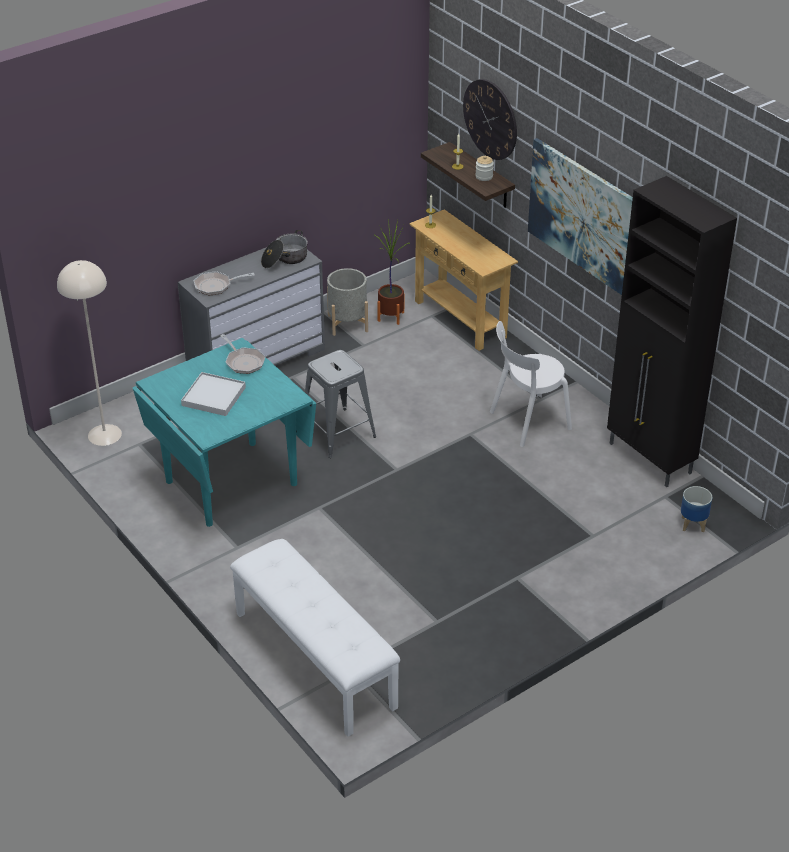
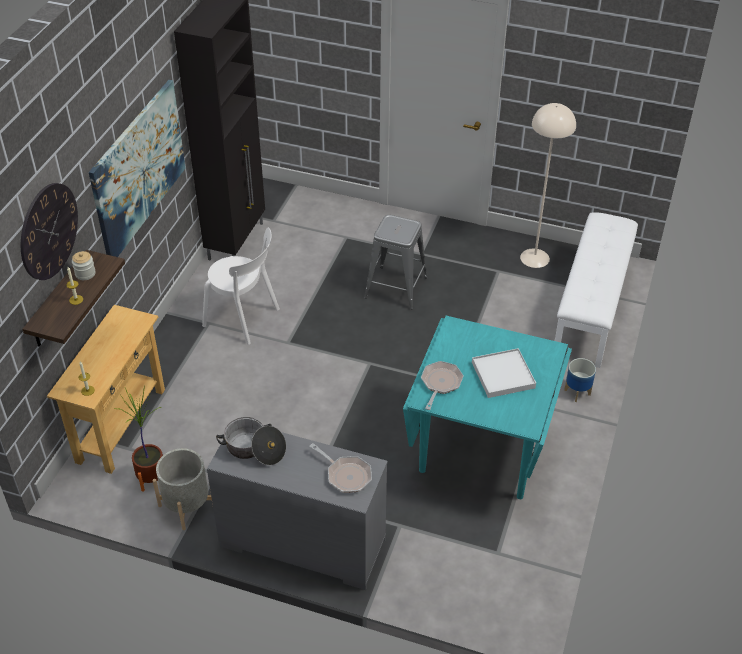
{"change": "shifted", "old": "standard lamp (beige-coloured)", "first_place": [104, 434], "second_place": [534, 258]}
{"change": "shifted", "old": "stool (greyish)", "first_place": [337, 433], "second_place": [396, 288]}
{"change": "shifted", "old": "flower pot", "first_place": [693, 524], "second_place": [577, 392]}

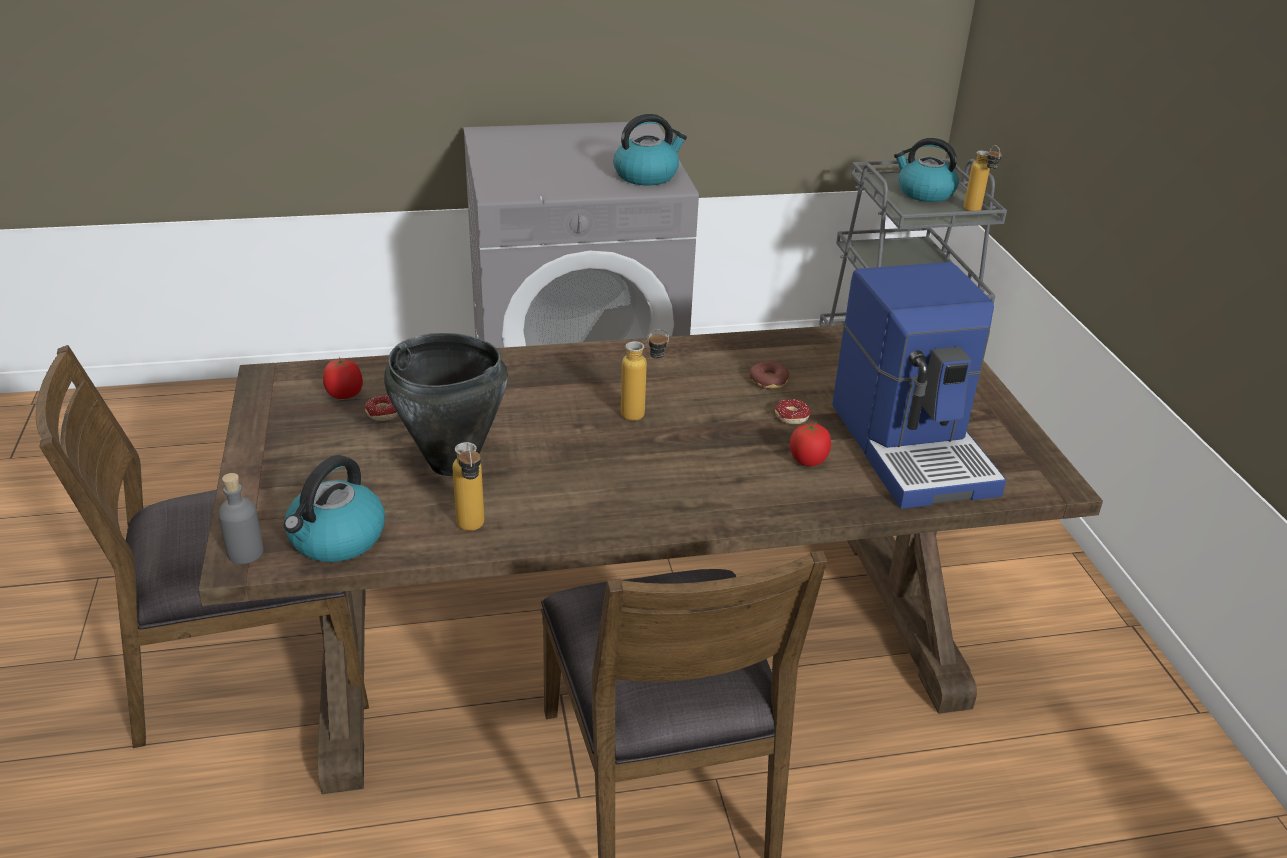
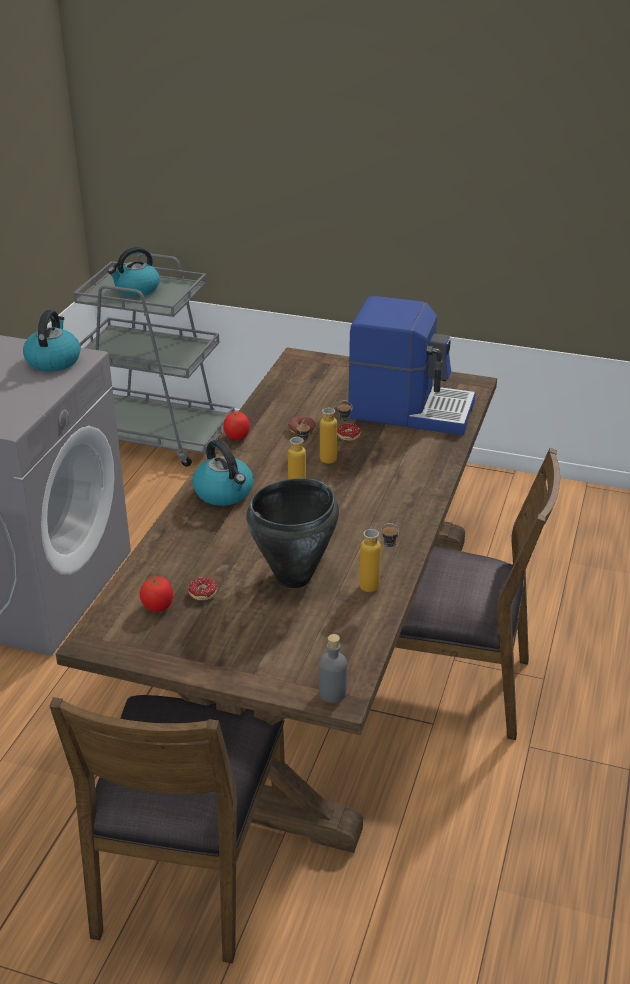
{"change": "shifted", "old": "water kettle", "first_place": [336, 539], "second_place": [224, 493]}
{"change": "shifted", "old": "whole tomato", "first_place": [808, 461], "second_place": [237, 436]}
{"change": "shifted", "old": "beverage bottle", "first_place": [976, 212], "second_place": [335, 460]}

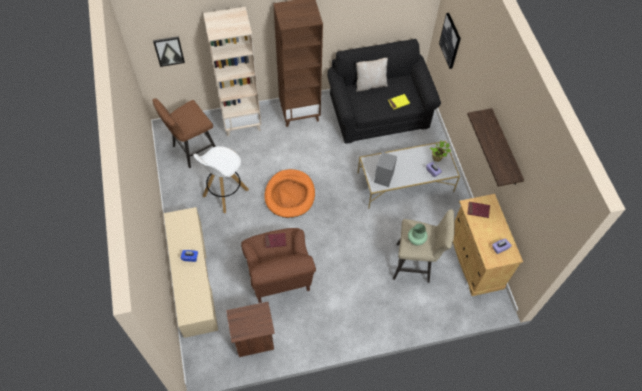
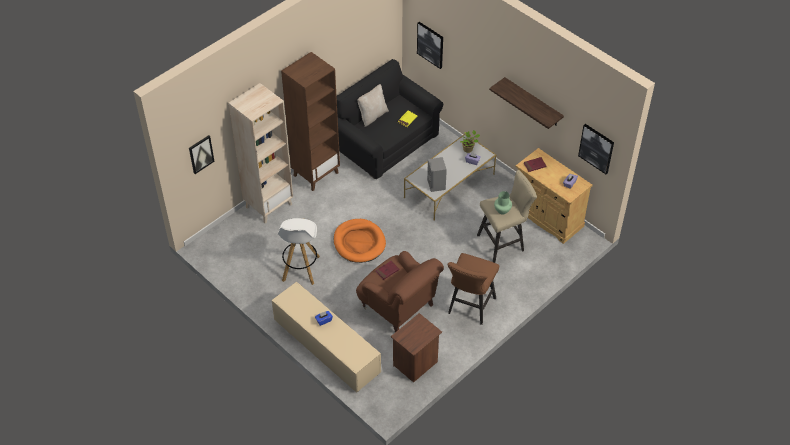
{"change": "new", "new": "picture", "second_place": [596, 148]}
{"change": "shifted", "old": "stool (brown)", "first_place": [192, 151], "second_place": [469, 308]}

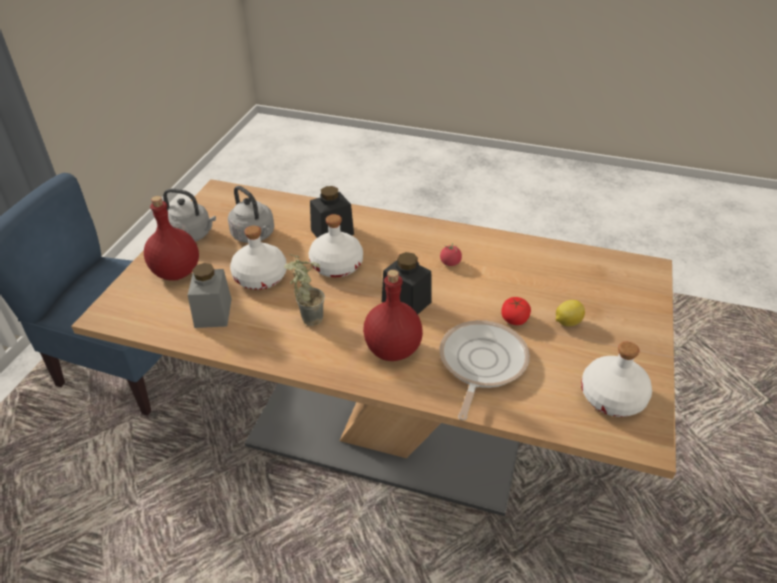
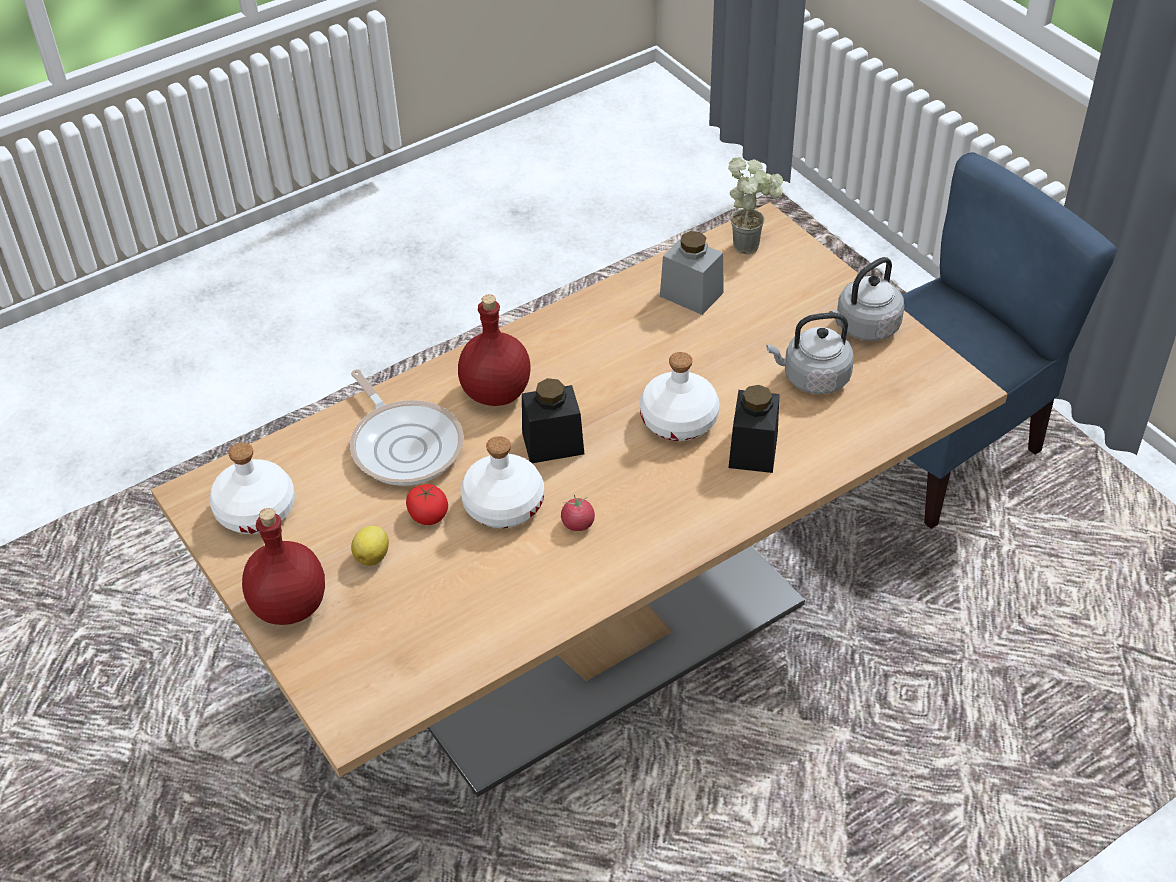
{"change": "shifted", "old": "beverage bottle (red)", "first_place": [176, 272], "second_place": [291, 606]}
{"change": "shifted", "old": "beverage bottle (whitish)", "first_place": [260, 277], "second_place": [502, 505]}
{"change": "shifted", "old": "potted plant", "first_place": [306, 318], "second_place": [752, 244]}

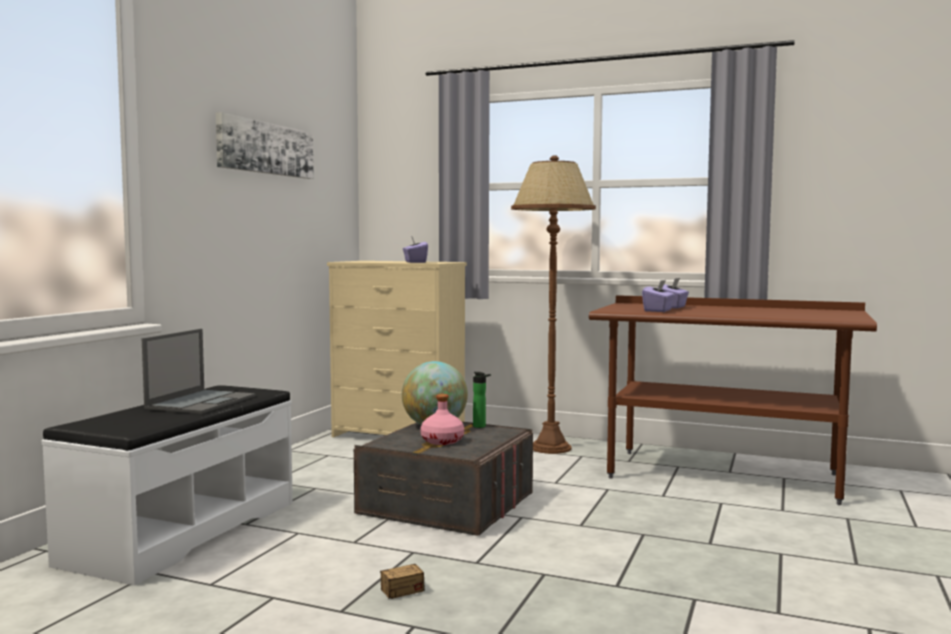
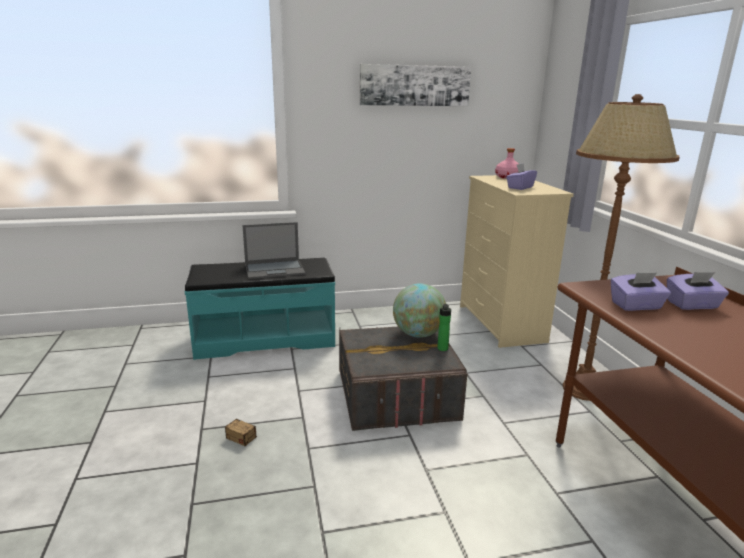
{"change": "shifted", "old": "beverage bottle (pink)", "first_place": [442, 441], "second_place": [507, 177]}
{"change": "repainted", "old": "long seat (whitish)", "new": "long seat (turquoise)", "first_place": [182, 531], "second_place": [265, 338]}

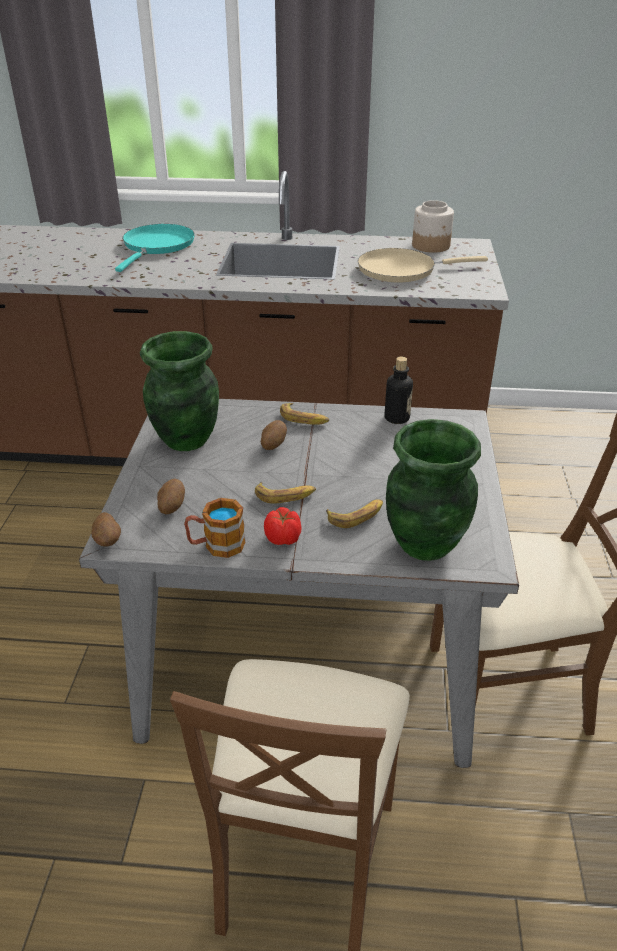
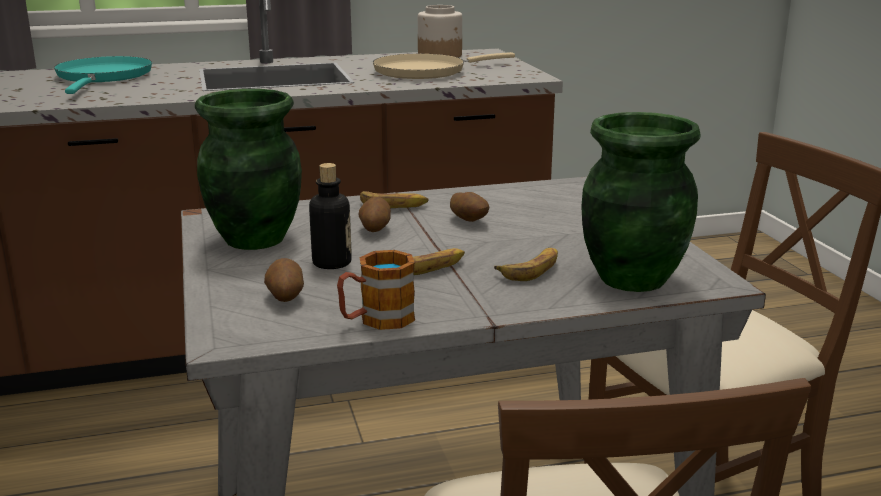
{"change": "gone", "old": "whole tomato", "first_place": [283, 539]}
{"change": "shifted", "old": "potato", "first_place": [108, 541], "second_place": [469, 221]}
{"change": "shifted", "old": "beverage bottle", "first_place": [397, 418], "second_place": [332, 263]}

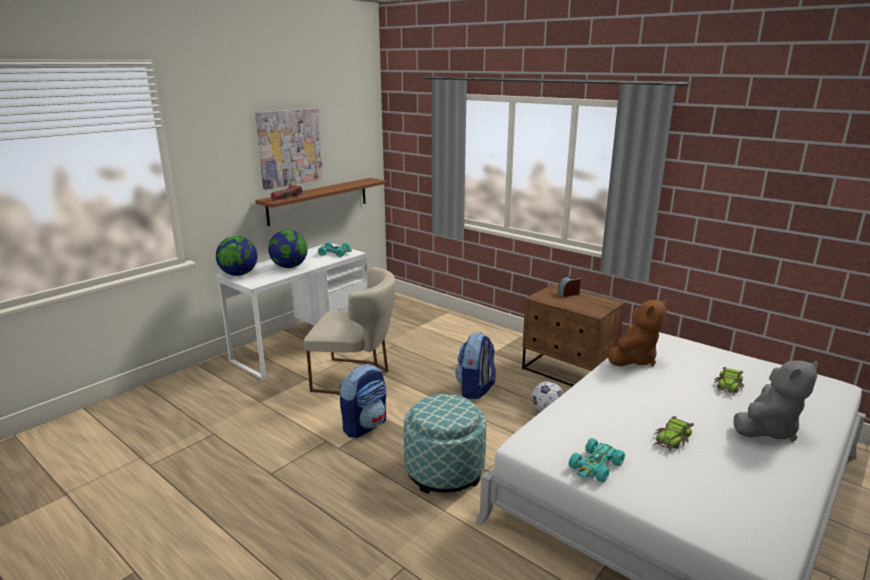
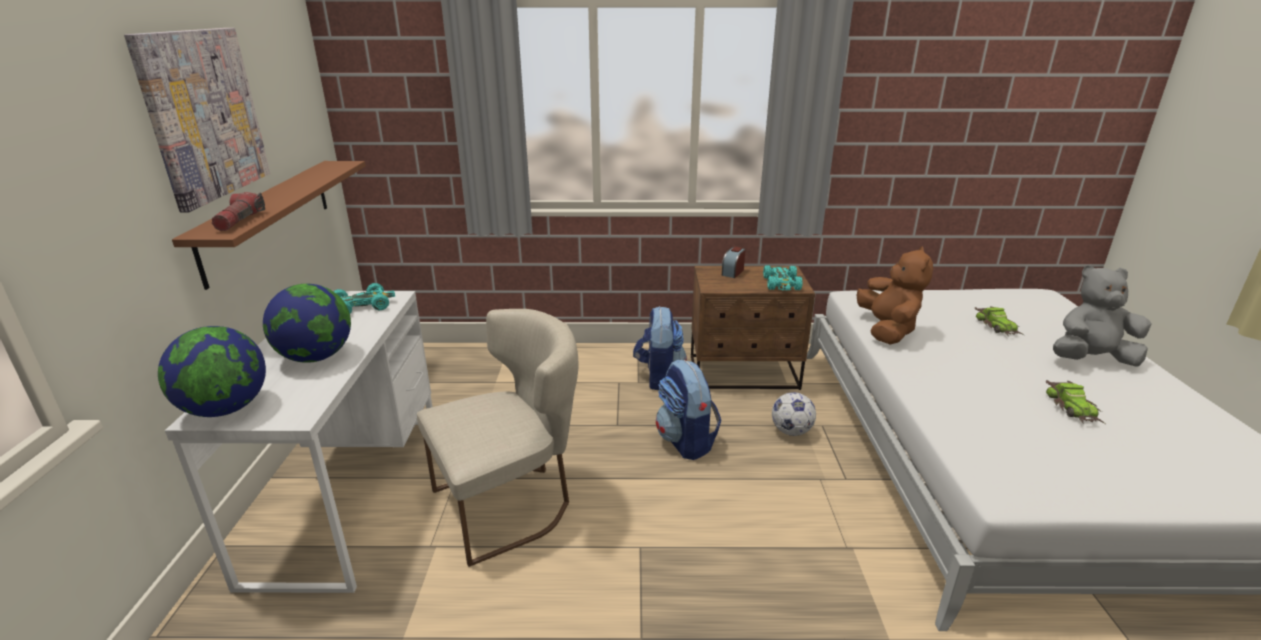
{"change": "gone", "old": "ottoman", "first_place": [444, 471]}
{"change": "shifted", "old": "backpack", "first_place": [365, 425], "second_place": [659, 377]}
{"change": "shifted", "old": "toy car (turquoise)", "first_place": [596, 466], "second_place": [782, 284]}
{"change": "rotated", "old": "soft toy (greyish)", "first_place": [767, 429], "second_place": [1090, 359], "degrees": -105}

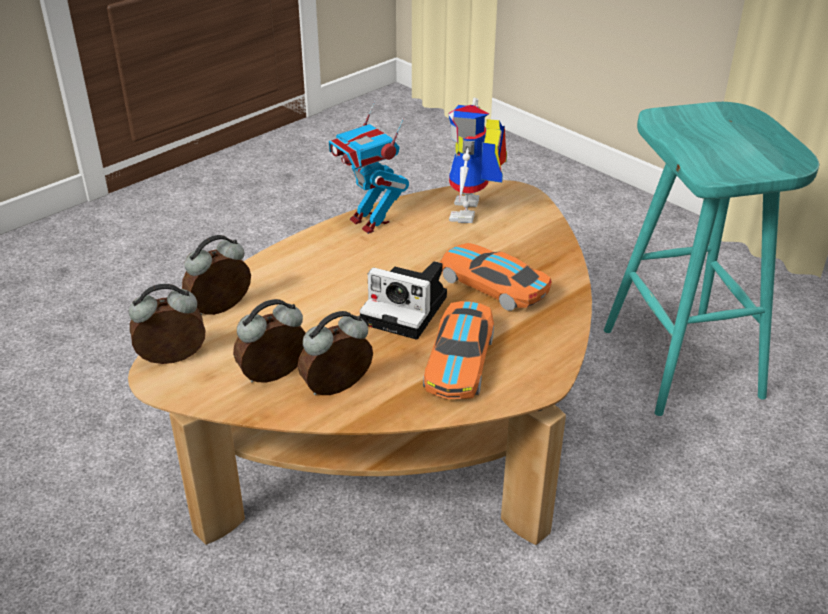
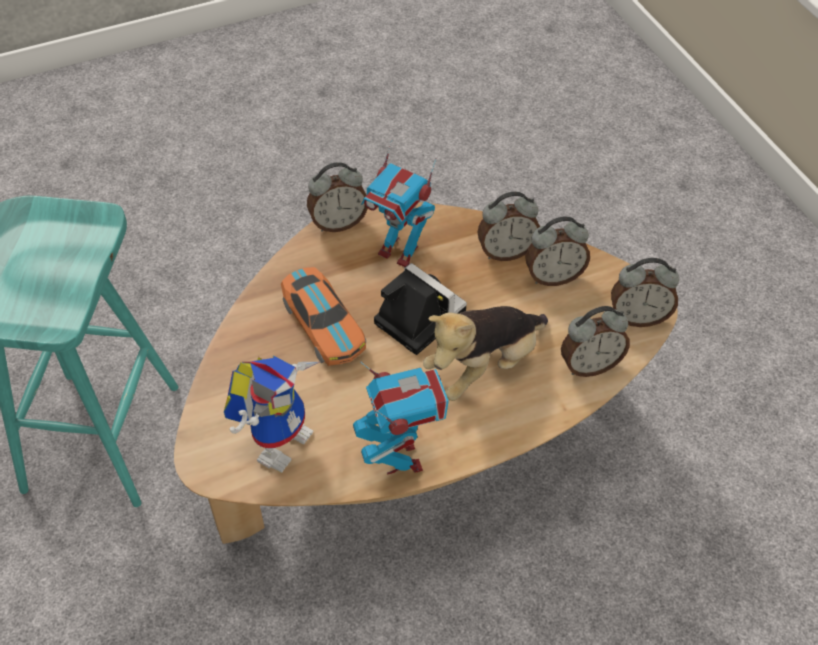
{"change": "new", "new": "bedside clock", "second_place": [338, 223]}
{"change": "new", "new": "soft toy", "second_place": [484, 366]}
{"change": "swapped", "old": "toy car", "new": "model robot", "first_place": [459, 361], "second_place": [399, 252]}

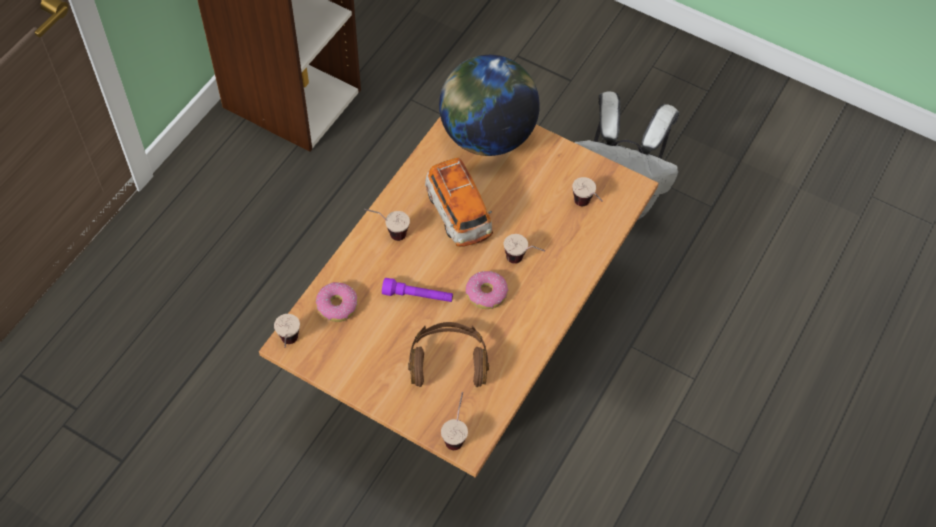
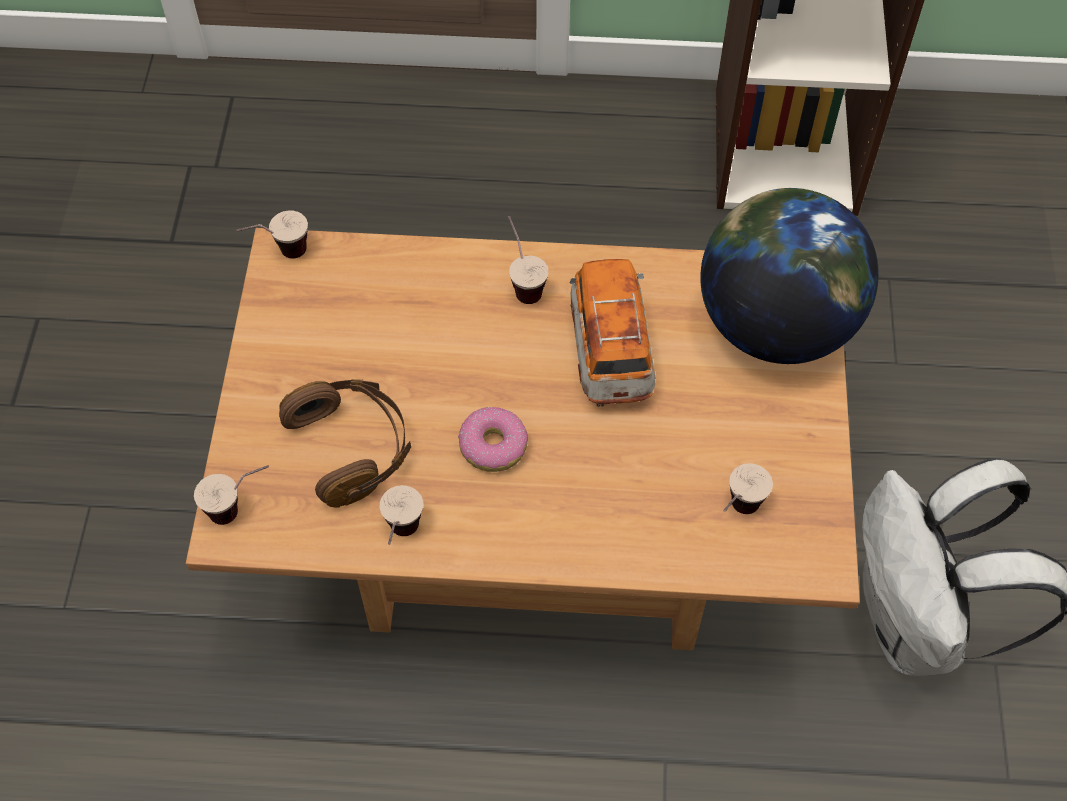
{"change": "gone", "old": "doughnut", "first_place": [337, 306]}
{"change": "gone", "old": "hand torch (purplish)", "first_place": [418, 296]}
{"change": "shifted", "old": "cup", "first_place": [523, 261], "second_place": [401, 540]}
{"change": "rotated", "old": "toy car", "first_place": [458, 214], "second_place": [610, 350], "degrees": 135}

